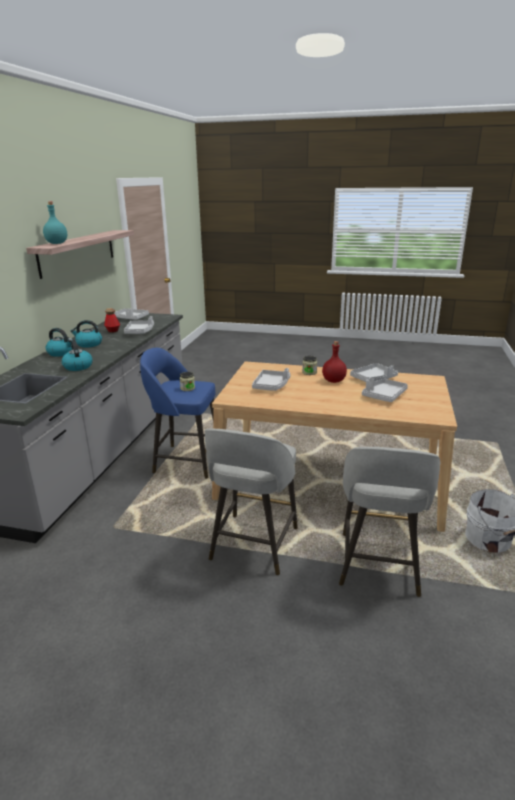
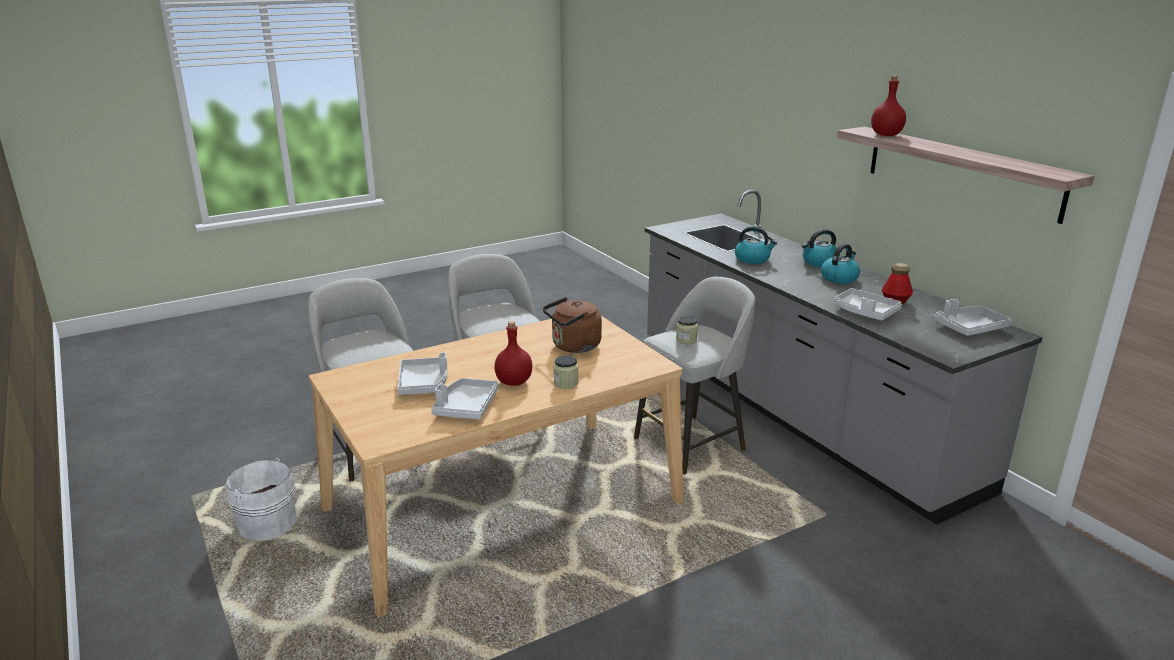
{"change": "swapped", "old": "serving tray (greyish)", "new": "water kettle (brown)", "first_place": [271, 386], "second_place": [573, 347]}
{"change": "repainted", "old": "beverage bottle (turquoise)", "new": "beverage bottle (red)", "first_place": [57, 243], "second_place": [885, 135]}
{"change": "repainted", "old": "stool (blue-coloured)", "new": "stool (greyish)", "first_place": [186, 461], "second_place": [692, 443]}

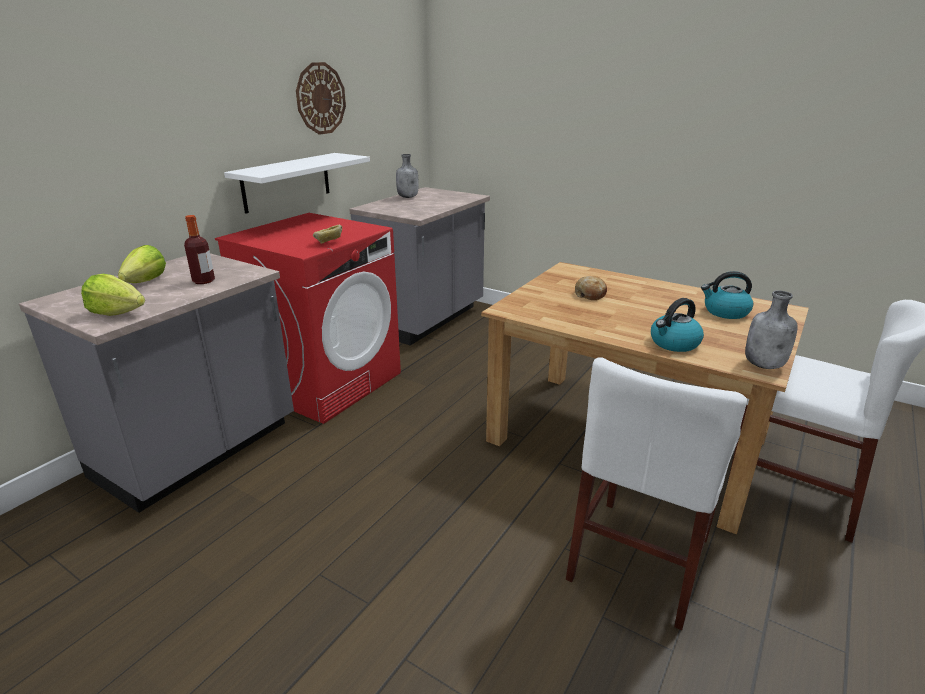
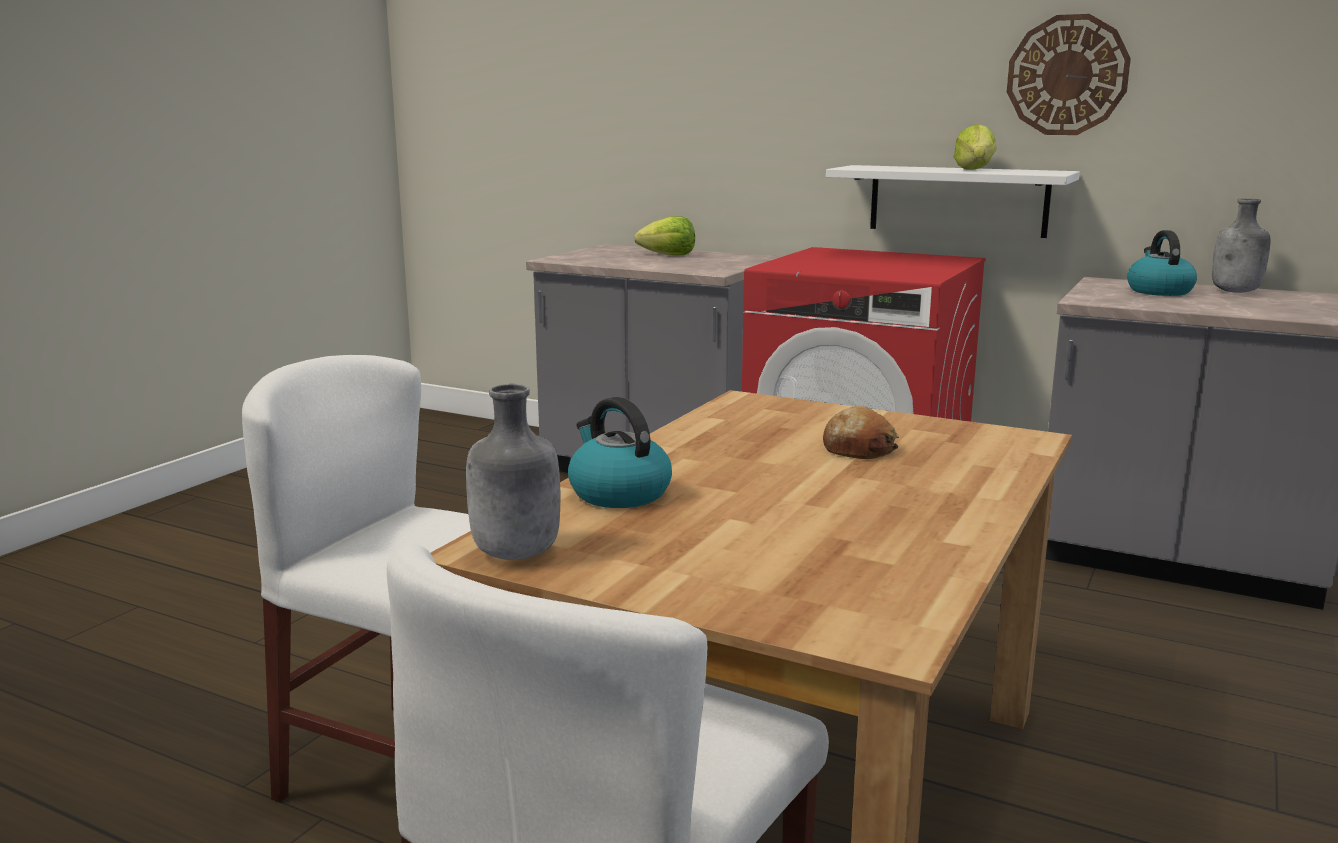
{"change": "gone", "old": "beverage bottle", "first_place": [204, 281]}
{"change": "gone", "old": "bread", "first_place": [329, 243]}
{"change": "shifted", "old": "lettuce", "first_place": [117, 313], "second_place": [974, 170]}
{"change": "shifted", "old": "water kettle", "first_place": [725, 312], "second_place": [1158, 291]}

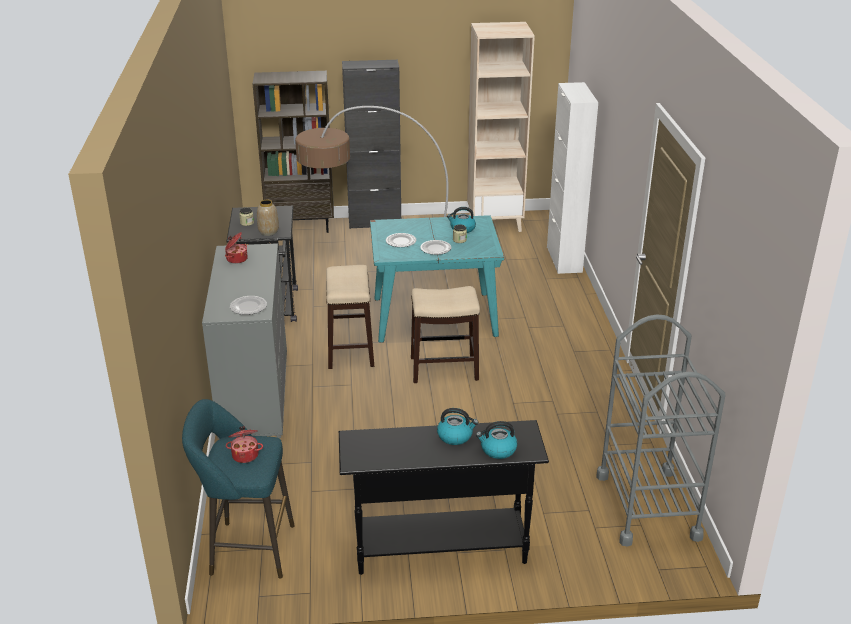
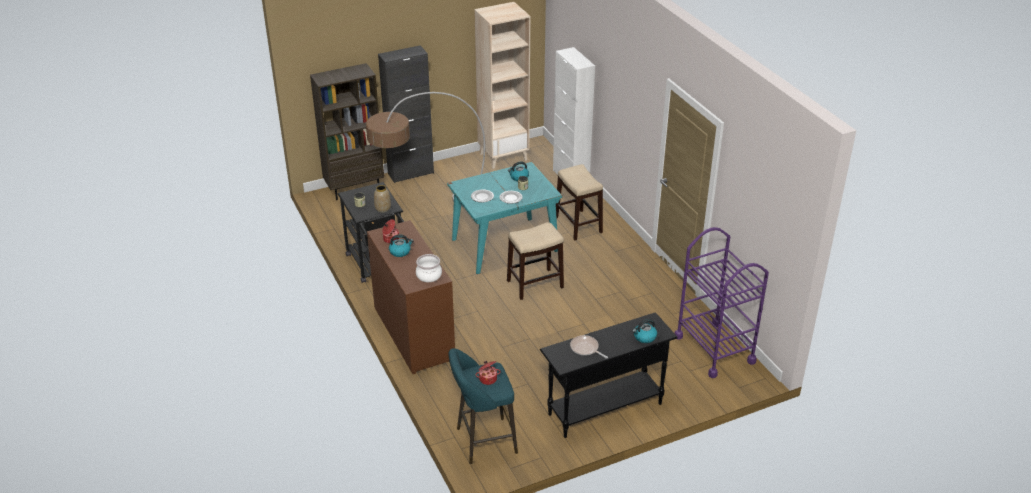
{"change": "new", "new": "pan", "second_place": [585, 348]}
{"change": "shifted", "old": "stool", "first_place": [350, 350], "second_place": [578, 225]}
{"change": "shifted", "old": "water kettle", "first_place": [455, 436], "second_place": [400, 251]}
{"change": "swapped", "old": "flat dish", "new": "stockpot", "first_place": [248, 307], "second_place": [429, 275]}
{"change": "repainted", "old": "dresser (greyish)", "new": "dresser (brown)", "first_place": [254, 394], "second_place": [413, 334]}
{"change": "repainted", "old": "trolley (greyish)", "new": "trolley (purplish)", "first_place": [647, 506], "second_place": [714, 349]}

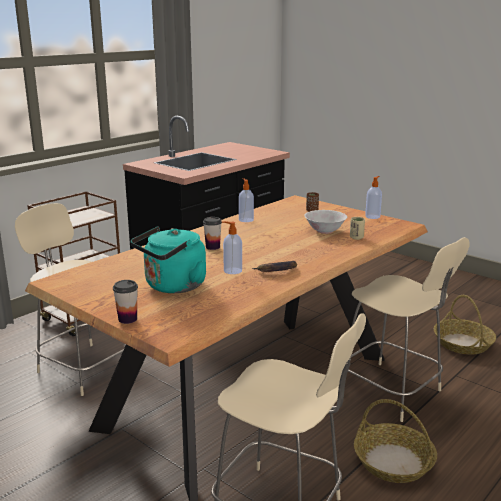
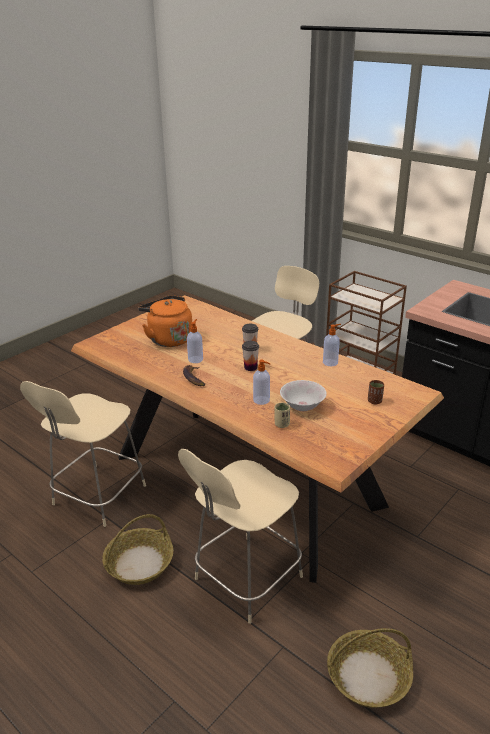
{"change": "shifted", "old": "cup", "first_place": [127, 319], "second_place": [250, 367]}
{"change": "shifted", "old": "liquid soap bottle", "first_place": [373, 216], "second_place": [262, 400]}
{"change": "repainted", "old": "water kettle (turquoise)", "new": "water kettle (orange-coloured)", "first_place": [172, 286], "second_place": [168, 339]}

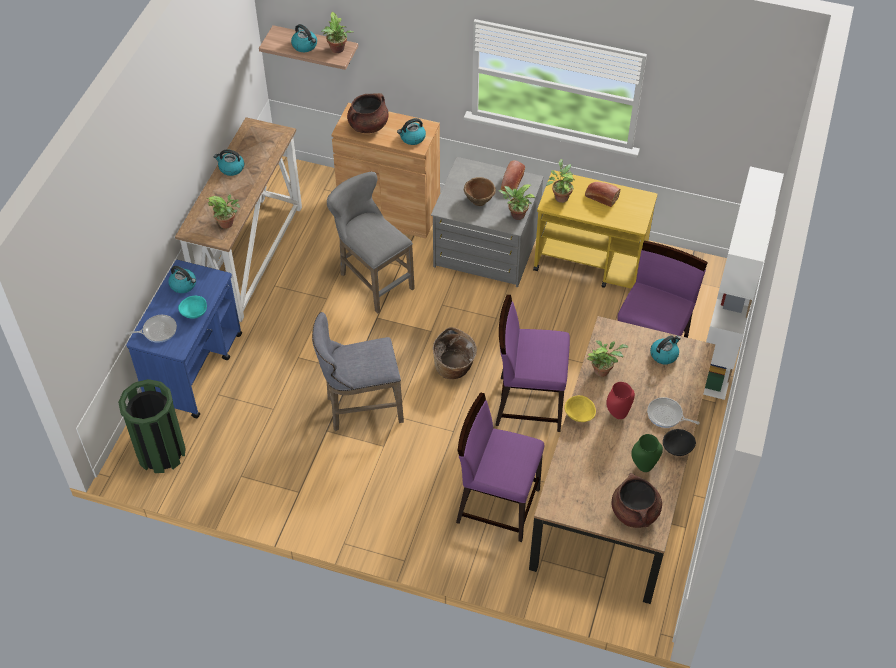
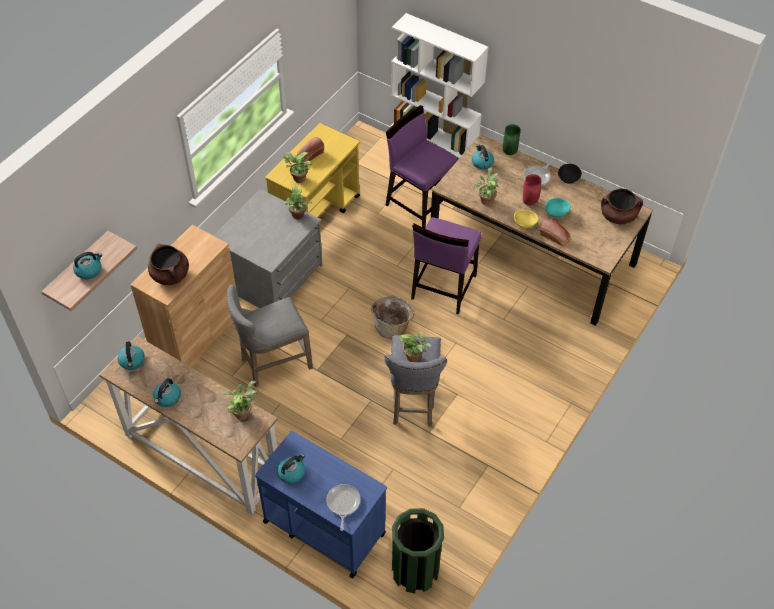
{"change": "gone", "old": "upright chair (purplish)", "first_place": [497, 504]}
{"change": "gone", "old": "deep dish (brown)", "first_place": [479, 200]}
{"change": "shifted", "old": "deep dish (turquoise)", "first_place": [194, 313], "second_place": [556, 213]}
{"change": "shifted", "old": "potted plant", "first_place": [337, 50], "second_place": [414, 357]}
{"change": "shifted", "old": "water kettle", "first_place": [412, 138], "second_place": [132, 361]}
{"change": "shifted", "old": "bread", "first_place": [511, 184], "second_place": [555, 237]}
{"change": "shifted", "old": "vase (green)", "first_place": [643, 467], "second_place": [510, 153]}

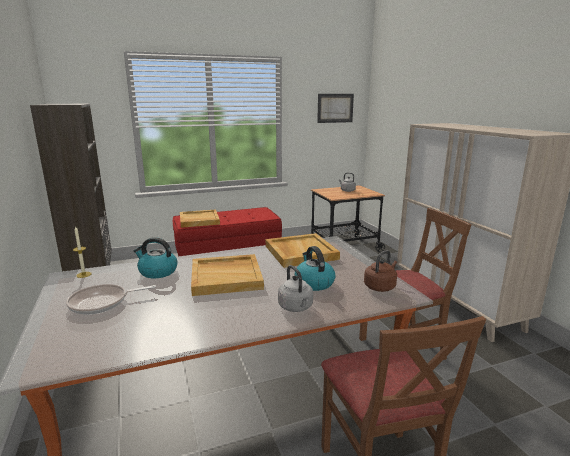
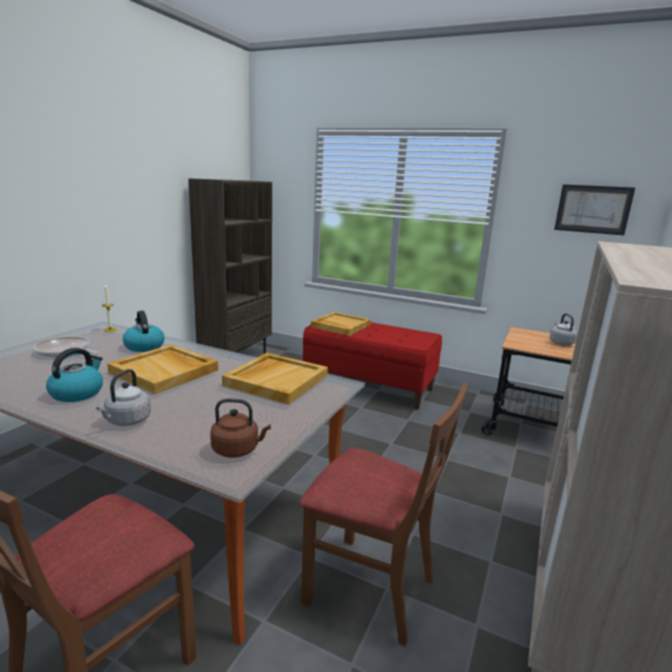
{"change": "shifted", "old": "water kettle", "first_place": [313, 283], "second_place": [77, 393]}

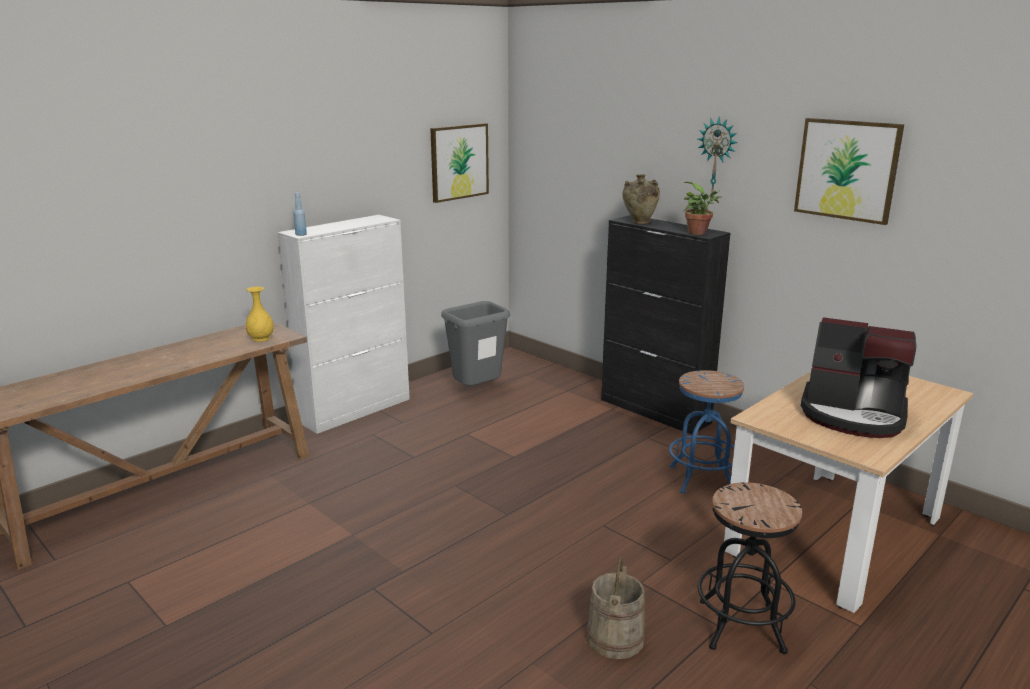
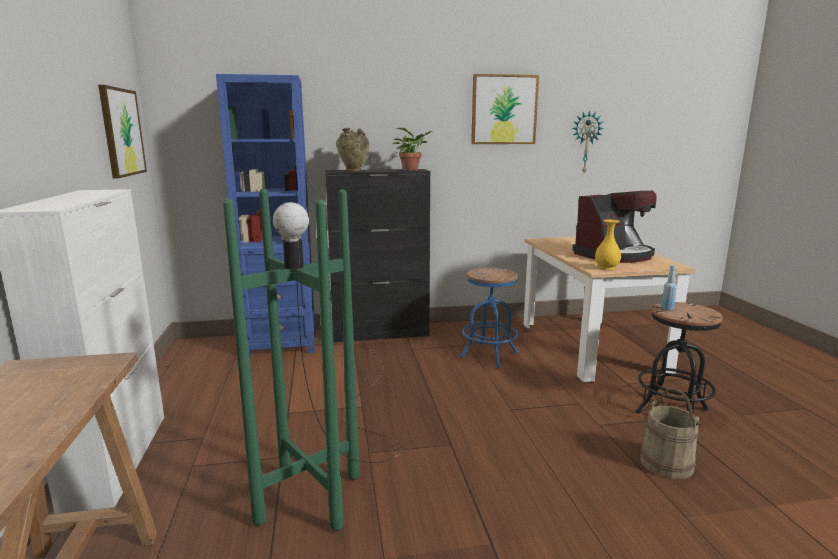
{"change": "gone", "old": "waste bin (greyish)", "first_place": [477, 391]}
{"change": "new", "new": "bookcase (blue-coloured)", "second_place": [281, 344]}
{"change": "new", "new": "standard lamp (green)", "second_place": [343, 447]}
{"change": "shifted", "old": "vase (yellow)", "first_place": [261, 339], "second_place": [606, 268]}
{"change": "shifted", "old": "beverage bottle (blue-coloured)", "first_place": [301, 235], "second_place": [667, 309]}
{"change": "shifted", "old": "hanging clock", "first_place": [717, 159], "second_place": [585, 142]}

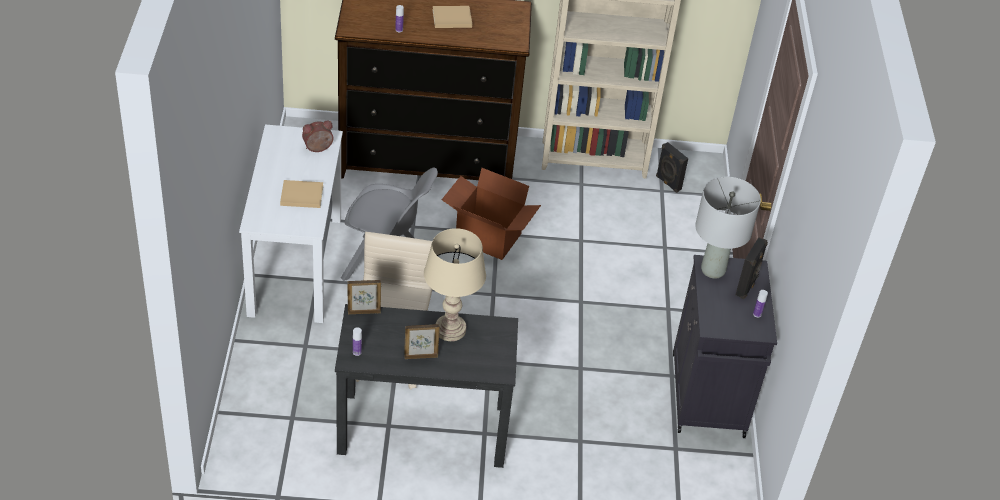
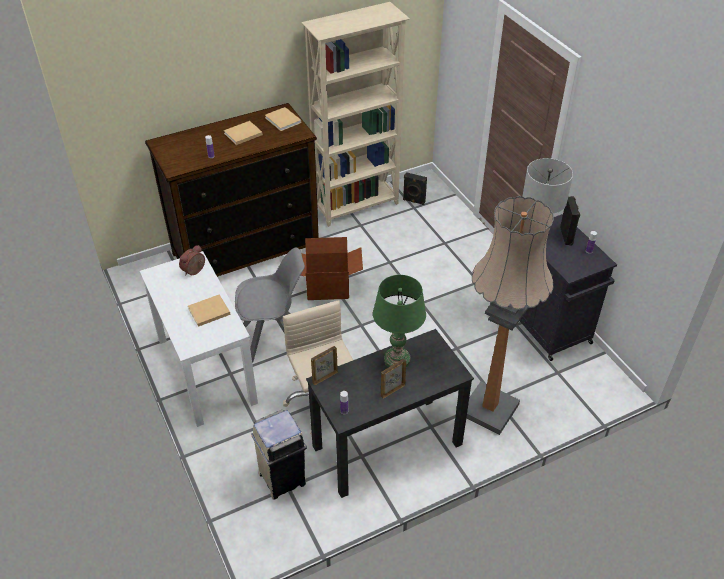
{"change": "new", "new": "waste bin (beige-coloured)", "second_place": [283, 478]}
{"change": "new", "new": "book (beige-coloured)", "second_place": [283, 120]}
{"change": "new", "new": "standard lamp", "second_place": [489, 410]}
{"change": "repainted", "old": "tabletop lamp (beige-coloured)", "new": "tabletop lamp (green)", "first_place": [450, 330], "second_place": [397, 360]}

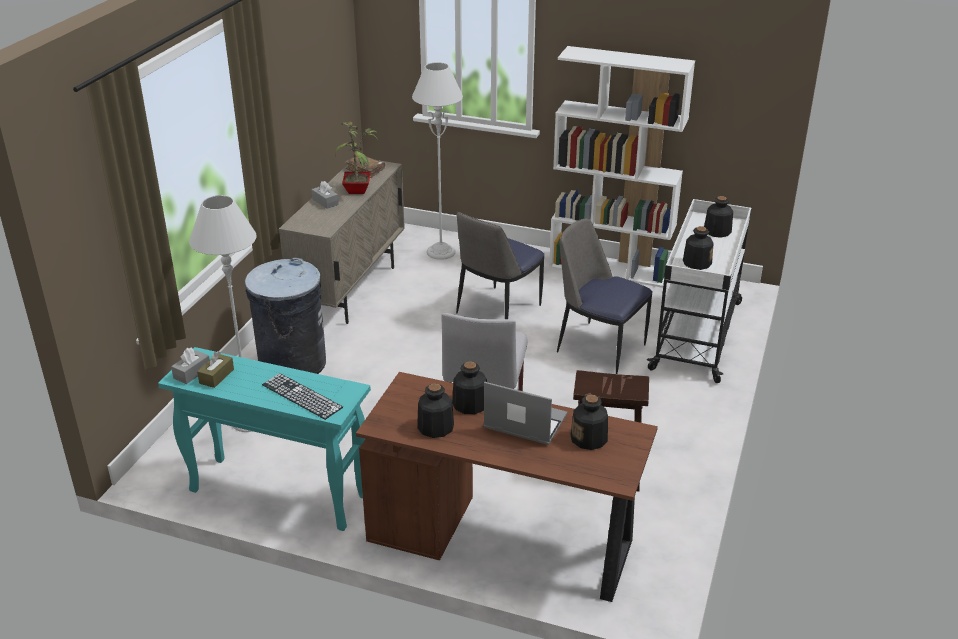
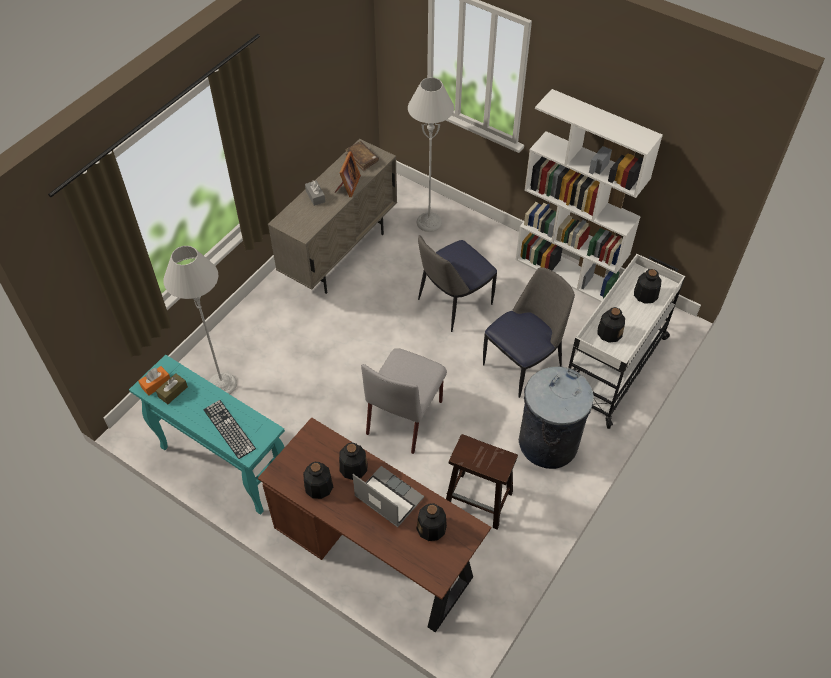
{"change": "shifted", "old": "waste bin (greyish)", "first_place": [292, 364], "second_place": [547, 443]}
{"change": "swapped", "old": "potted plant", "new": "standing frame", "first_place": [359, 190], "second_place": [348, 186]}
{"change": "repainted", "old": "tissue holder (greyish)", "new": "tissue holder (orange-coloured)", "first_place": [192, 373], "second_place": [156, 384]}
{"change": "rotated", "old": "upright chair", "first_place": [599, 347], "second_place": [523, 364], "degrees": 90}

